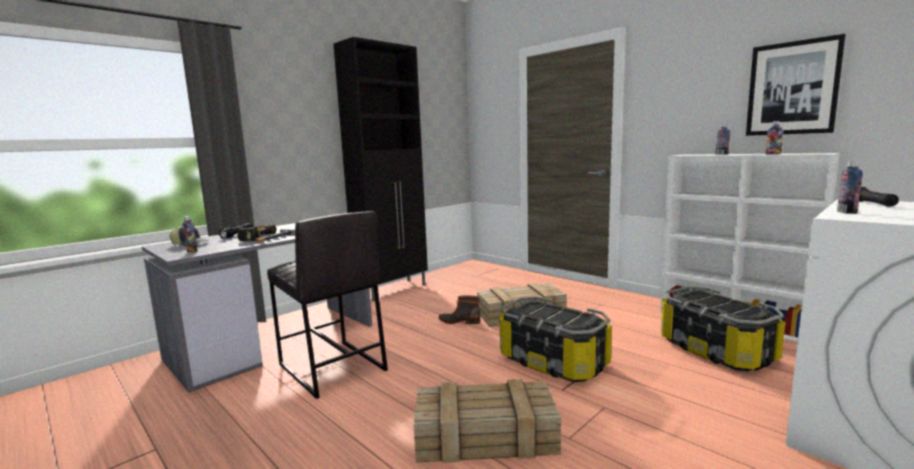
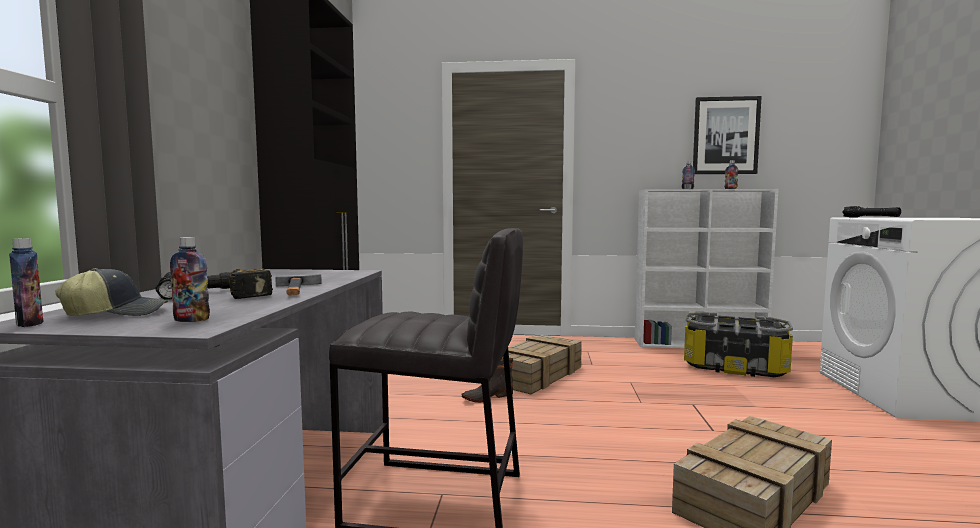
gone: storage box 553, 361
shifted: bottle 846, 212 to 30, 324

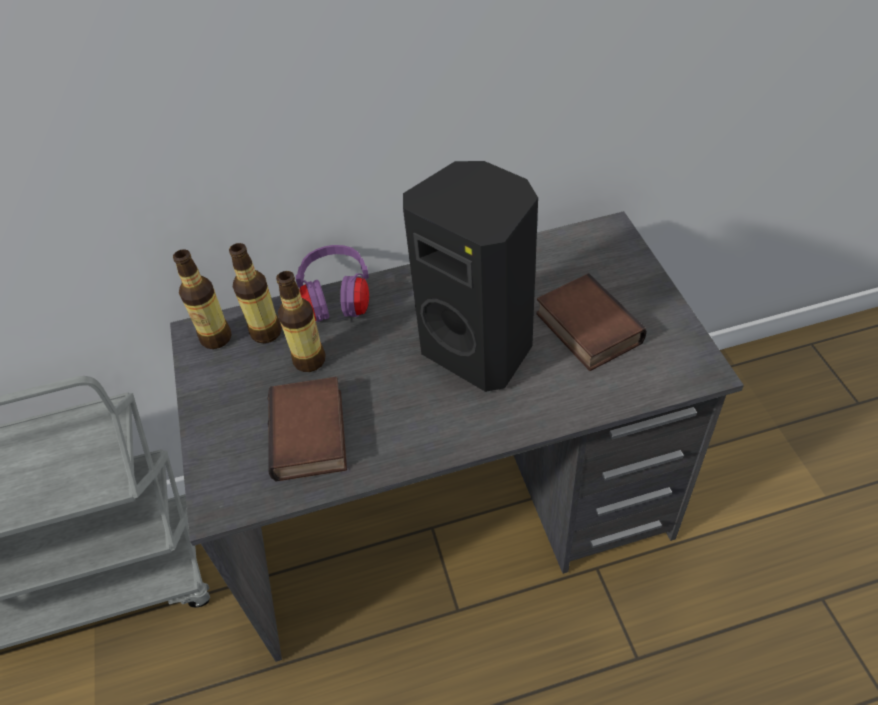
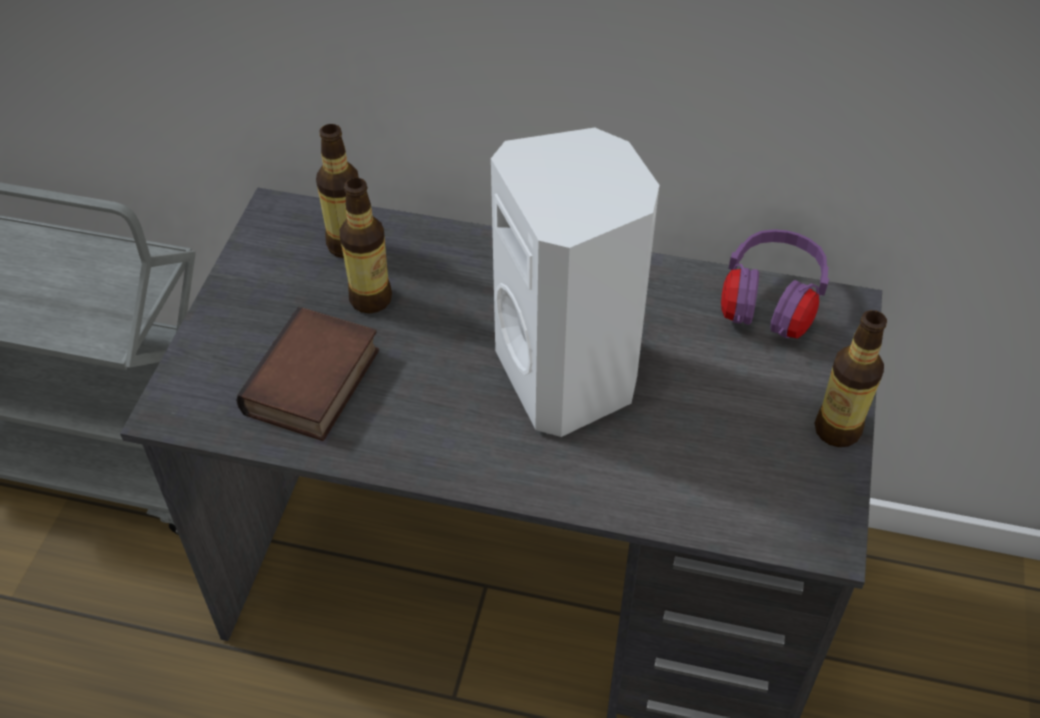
gone: book 585, 328
shifted: bottle 216, 338 to 837, 430; headphones (purplish) 337, 300 to 770, 305
repainted: audio speaker (black) 480, 348 to audio speaker (white) 570, 376

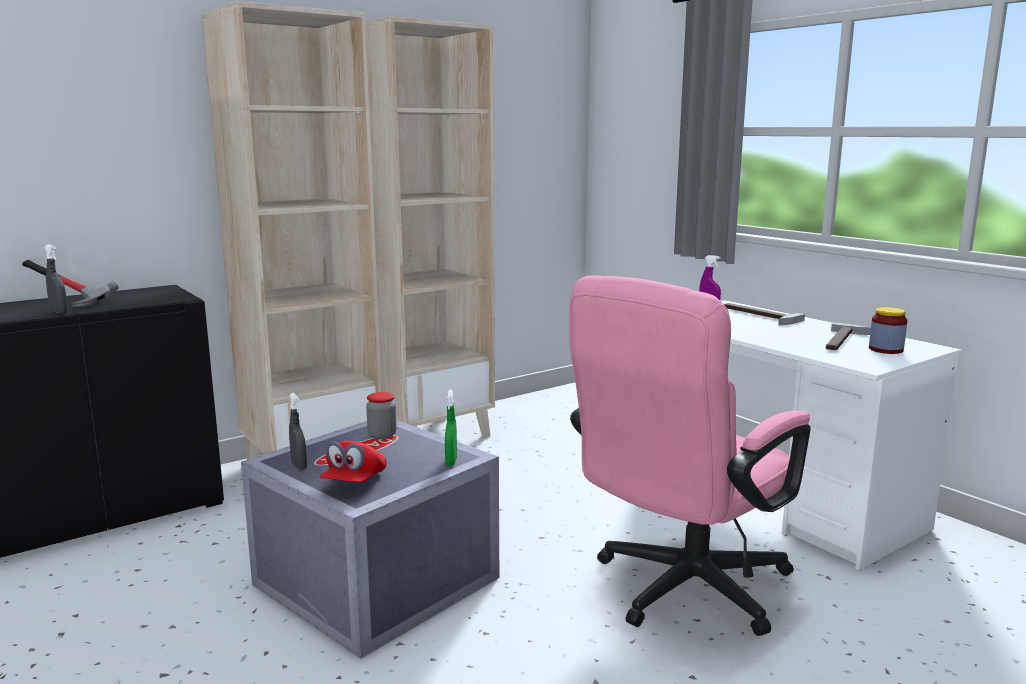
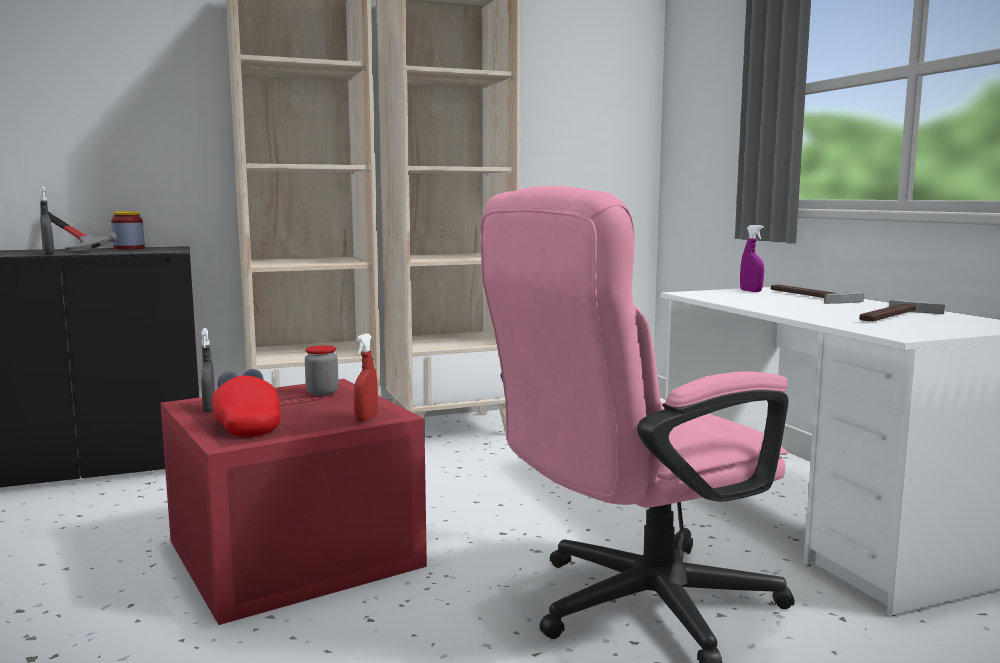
shifted: jar 885, 349 to 129, 248
repainted: storage box (greyish) 376, 583 to storage box (red-coloured) 292, 555; spray bottle (green-coloured) 451, 462 to spray bottle (red-coloured) 366, 418
rotated: baseball cap (red-coloured) 354, 482 = 246, 426 120 degrees clockwise

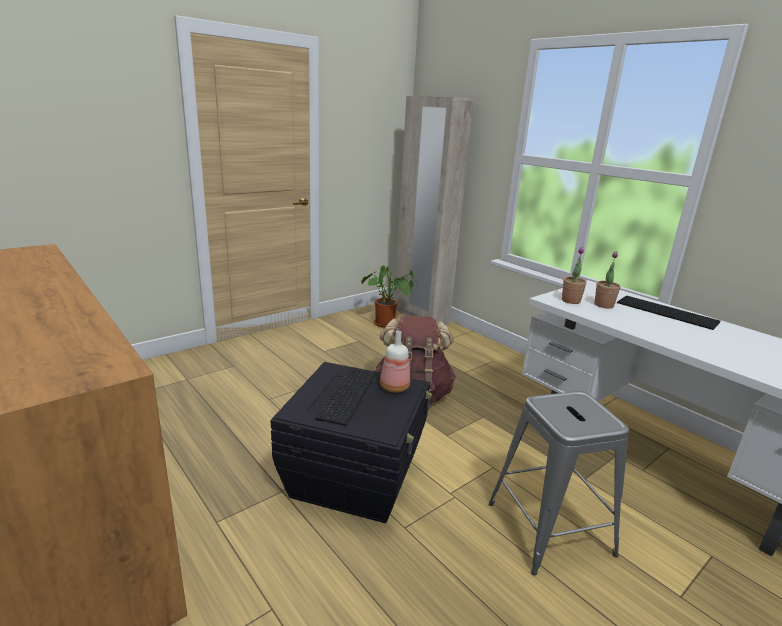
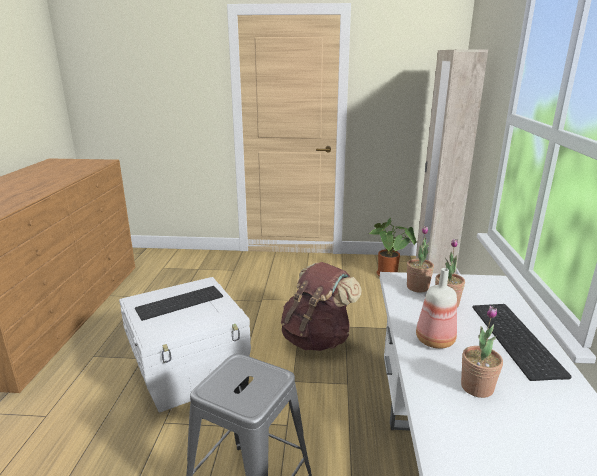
new: houseplant 477, 387
shifted: bottle 393, 388 to 433, 340
repainted: storage box (black) 355, 476 to storage box (white) 190, 373

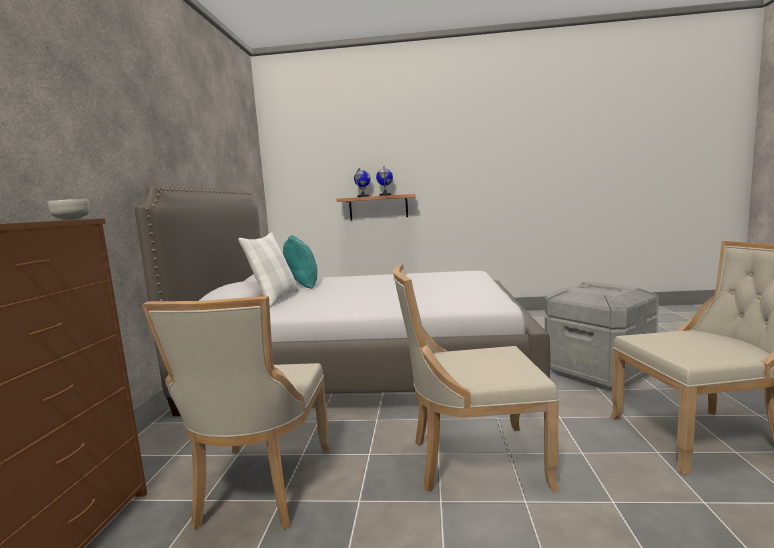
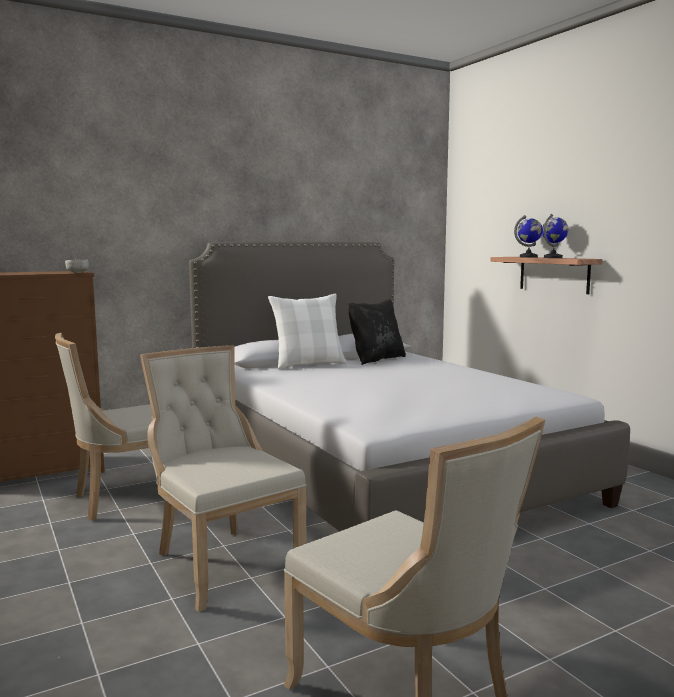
gone: storage box (greyish) 599, 372
repainted: throw pillow (blue-green) 302, 285 to throw pillow (black) 376, 359

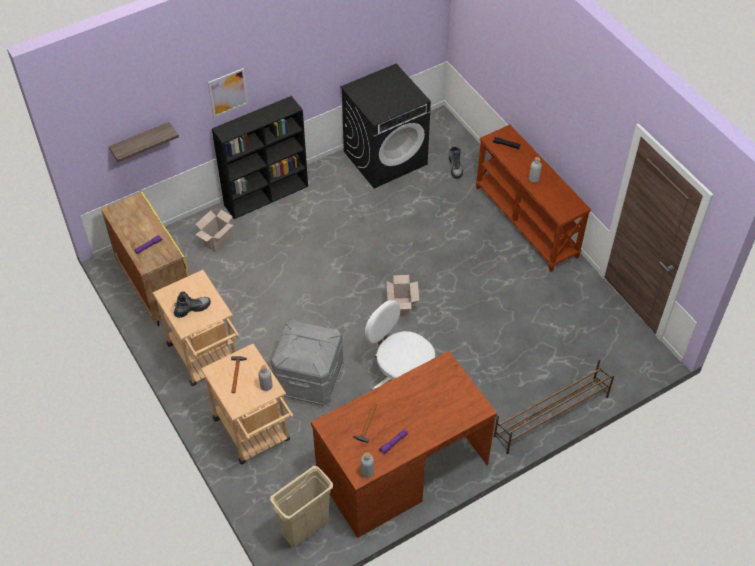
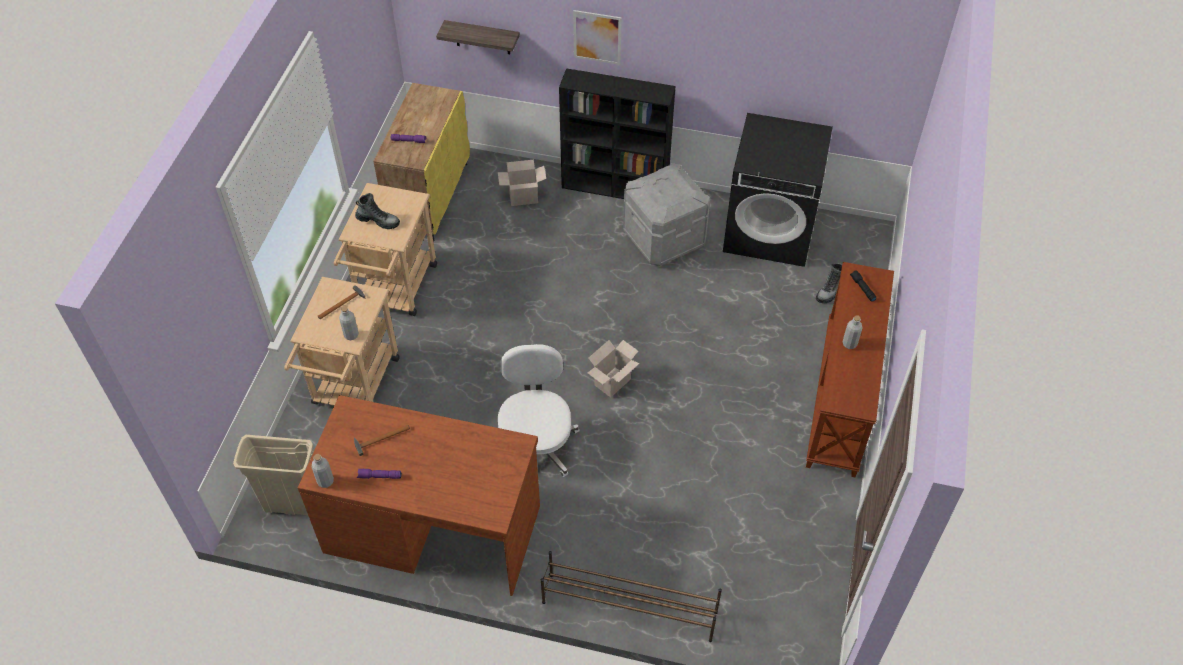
shifted: storage box (greyish) 309, 380 to 663, 238

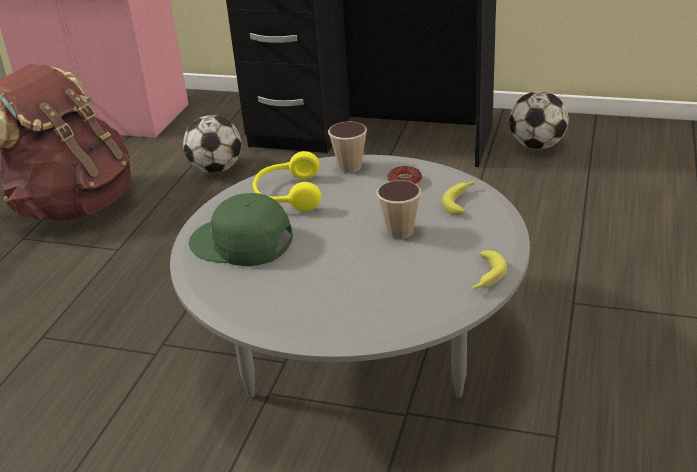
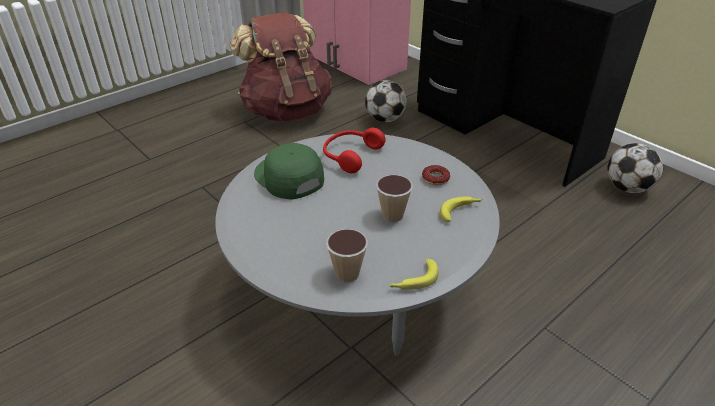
shifted: small cup 350, 167 to 347, 274
repainted: headphones (yellowish) 287, 195 to headphones (red-coloured) 350, 155

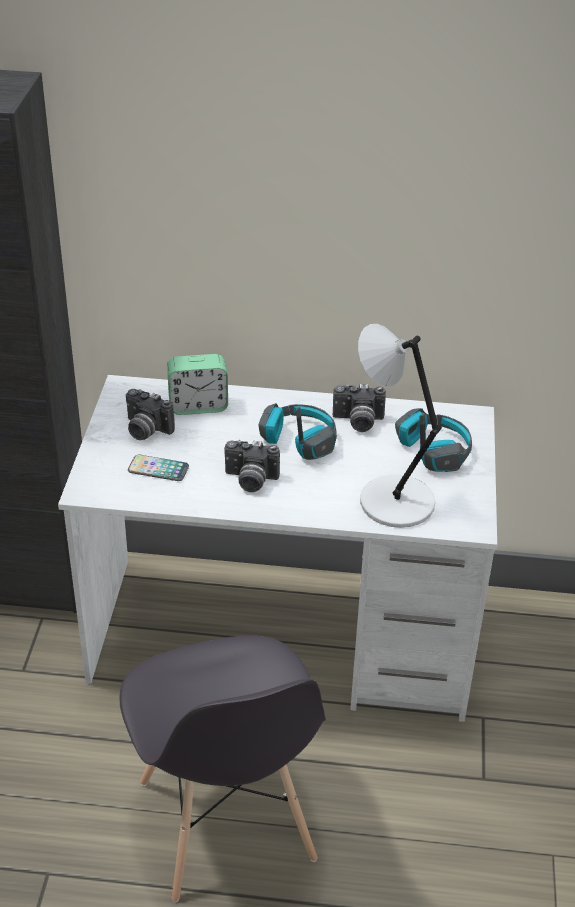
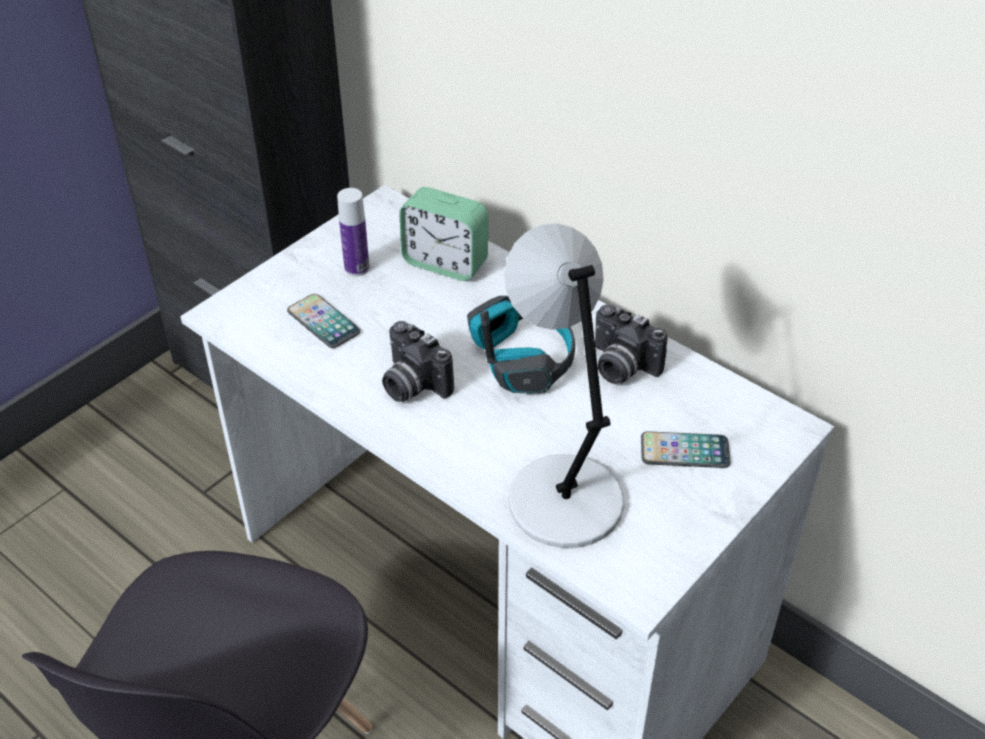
swapped: still camera 145, 430 to bottle 357, 268; headphones 433, 450 to telephone 684, 451

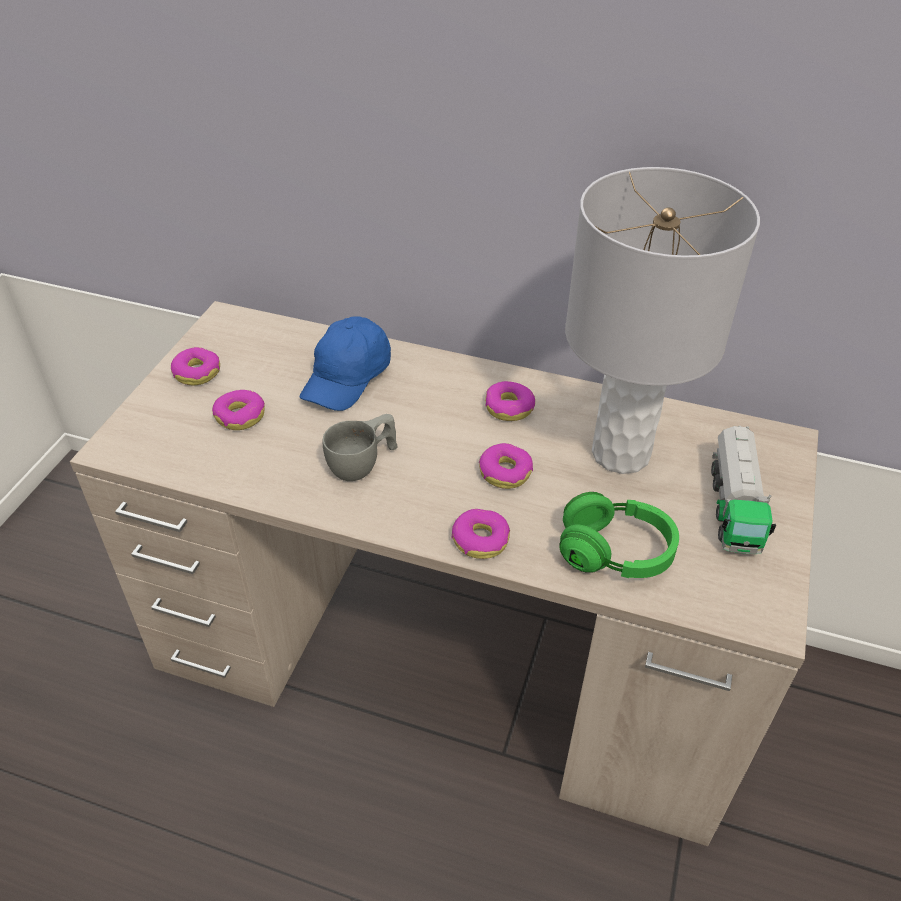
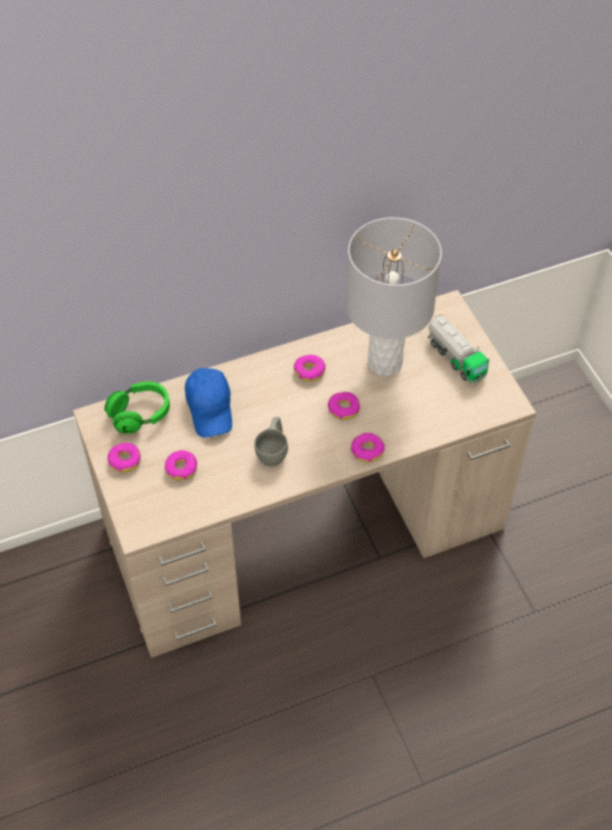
shifted: headphones (green-coloured) 615, 553 to 140, 414

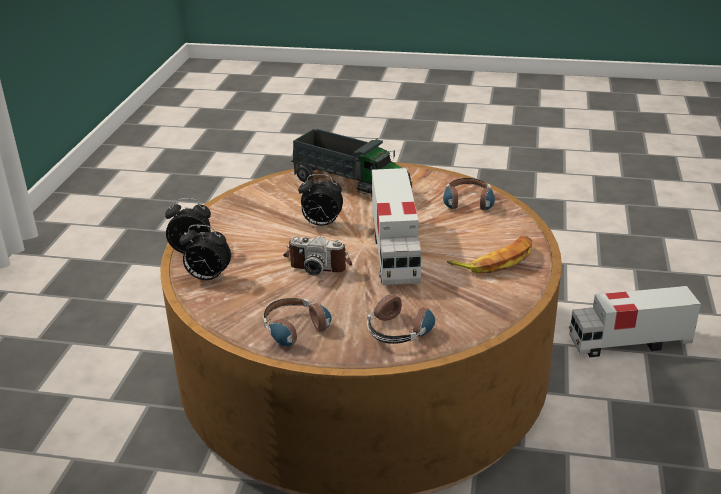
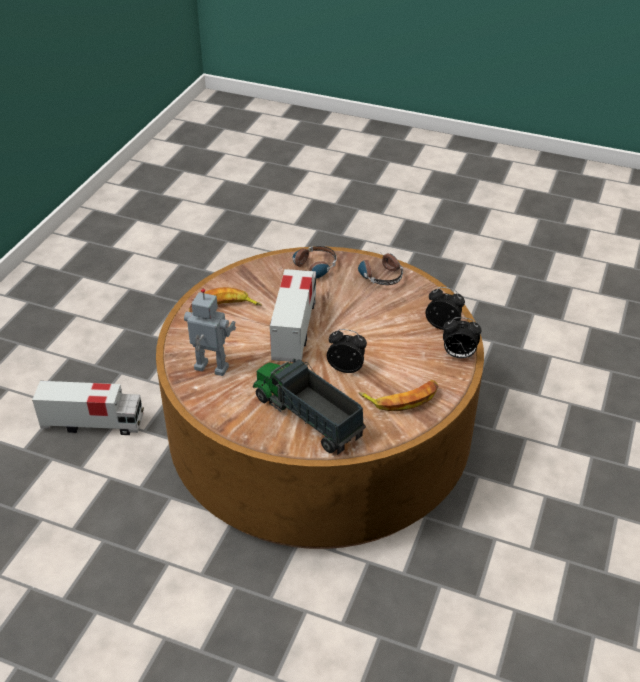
gone: still camera 319, 262
new: banana fruit 402, 398
swapped: headphones 468, 206 to model robot 210, 369

